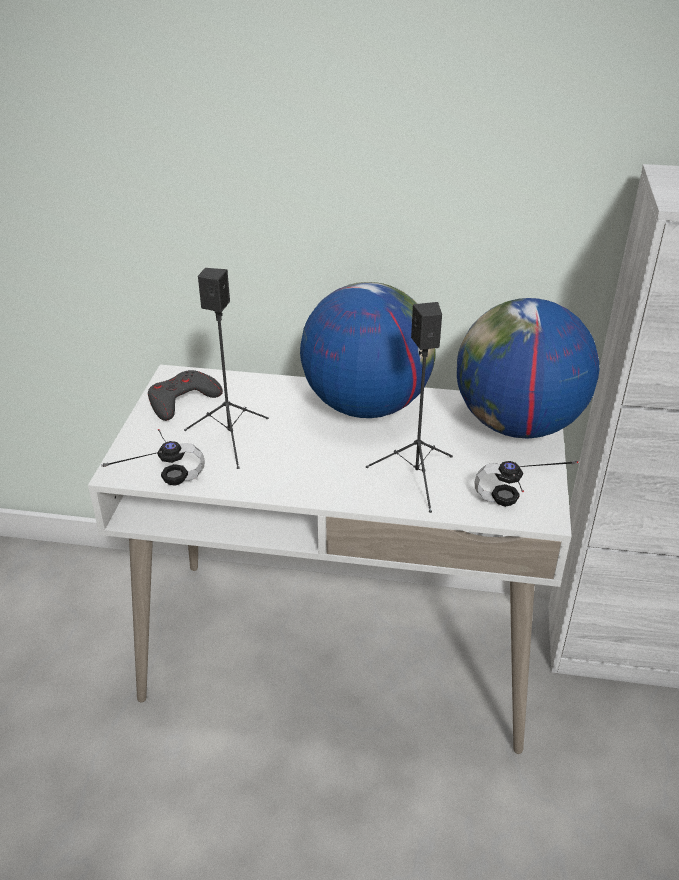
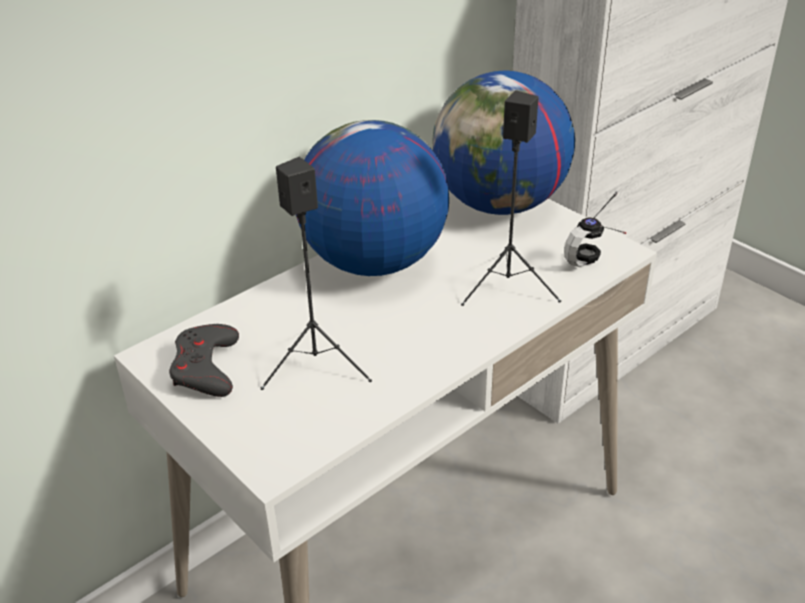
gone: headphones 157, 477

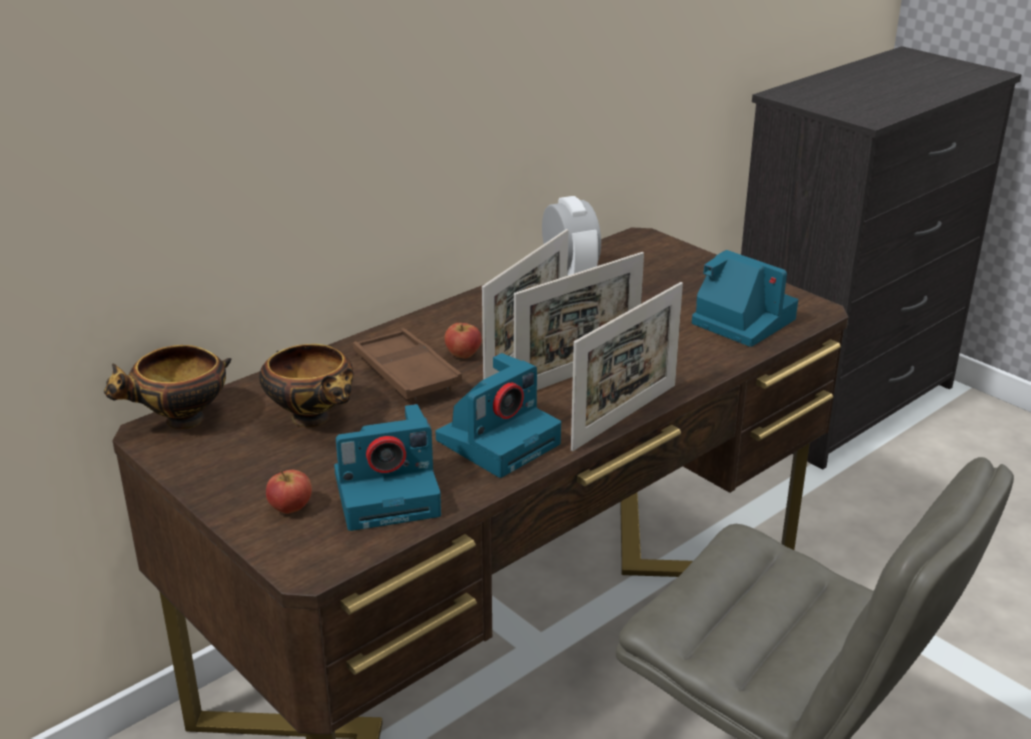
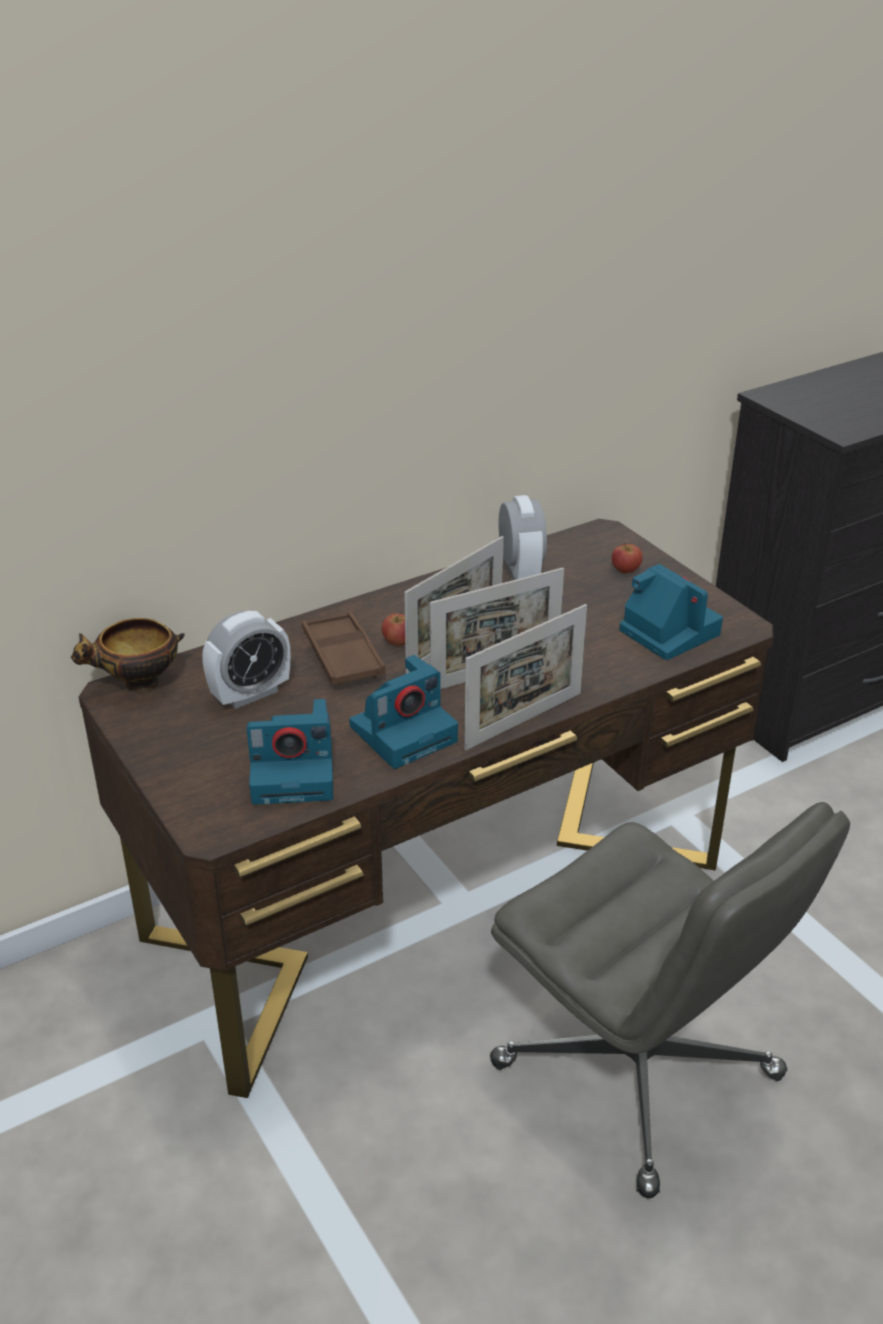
shifted: apple 291, 508 to 625, 571
swapped: bowl 314, 419 to table clock 250, 694

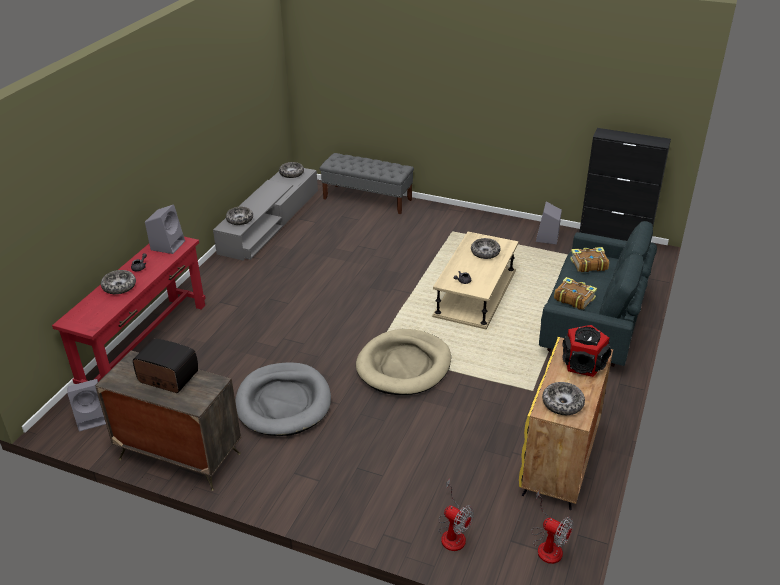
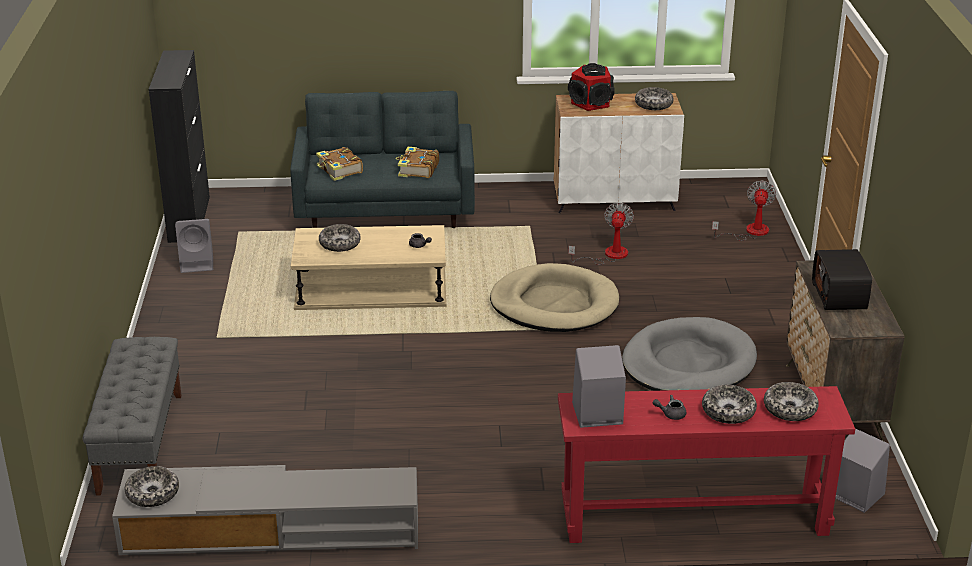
shifted: bowl 240, 219 to 790, 408; cooling fan 548, 545 to 608, 255
repainted: cabinet (yellowish) 560, 460 to cabinet (white) 615, 200

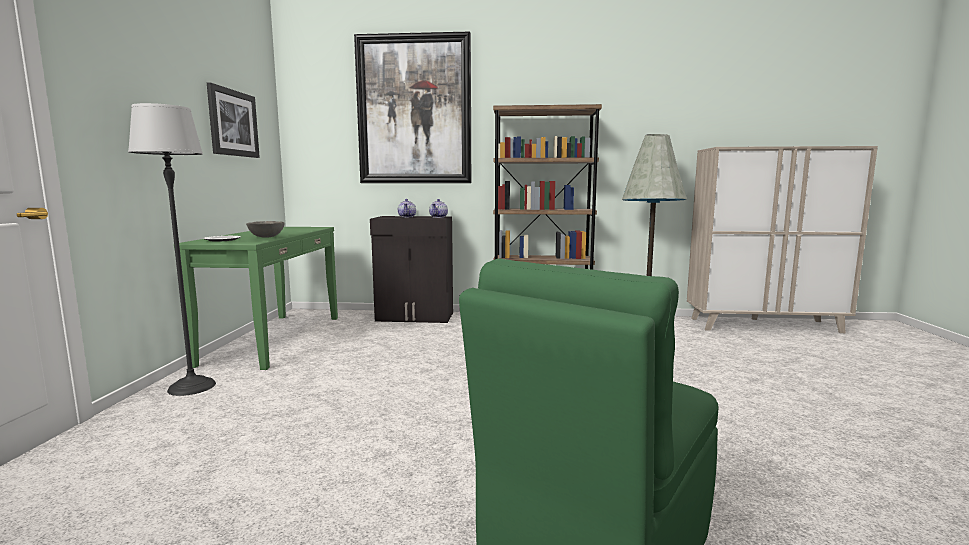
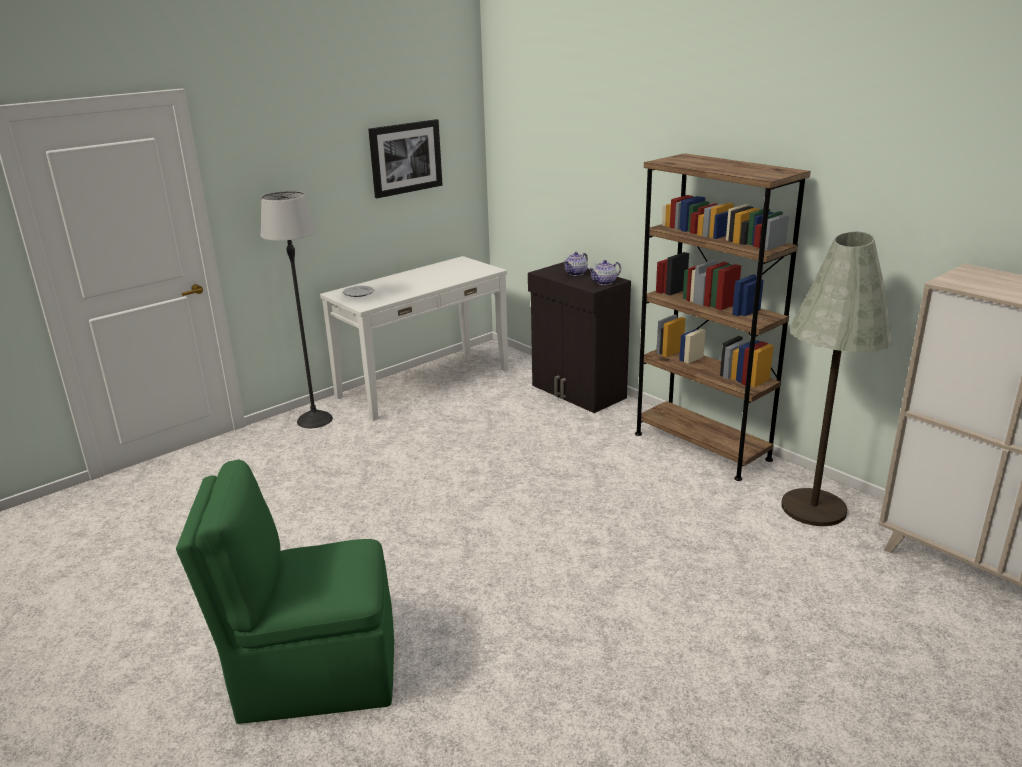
gone: bowl (greyish) 266, 237; picture 414, 110
repainted: narrow table (green-coloured) 274, 339 to narrow table (white) 423, 382

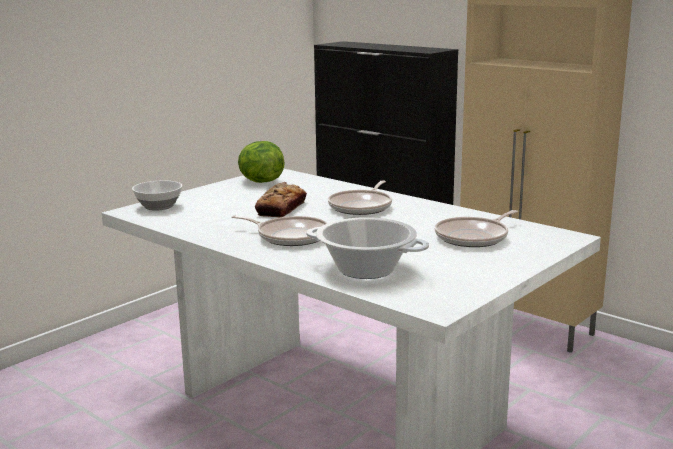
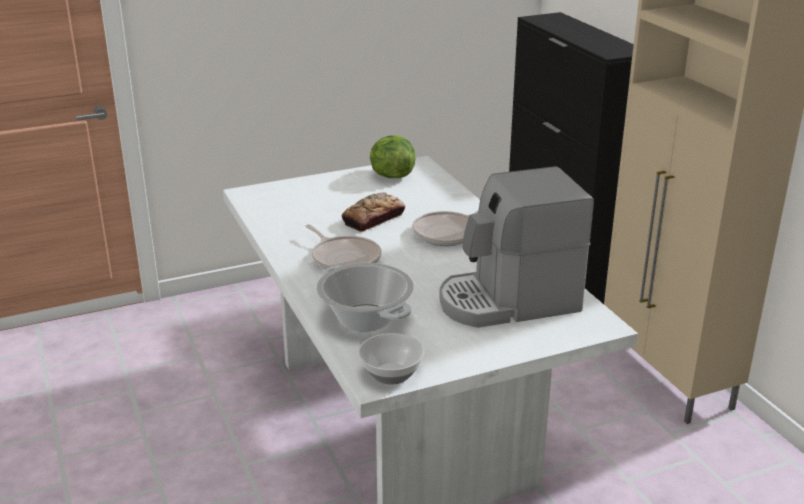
shifted: bowl 158, 207 to 390, 374
swapped: skillet 474, 237 to coffee brewer 508, 301

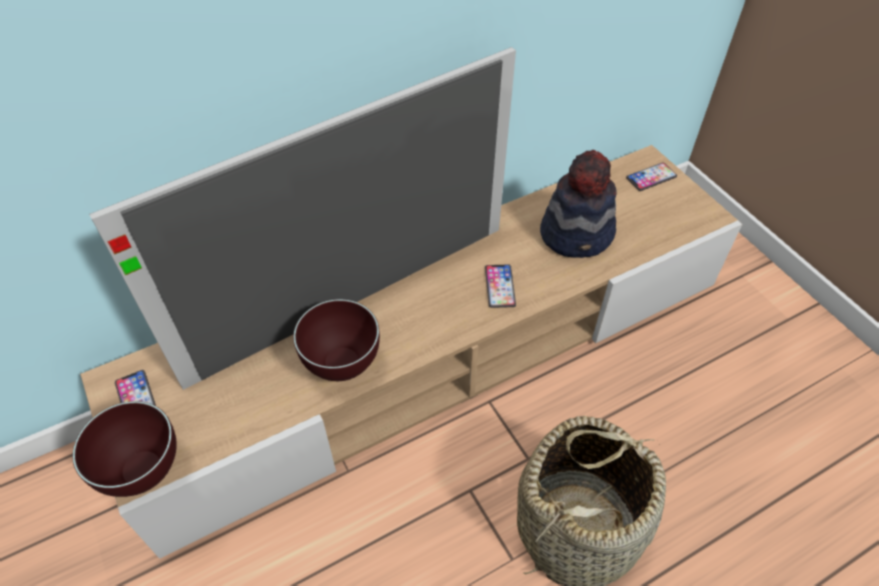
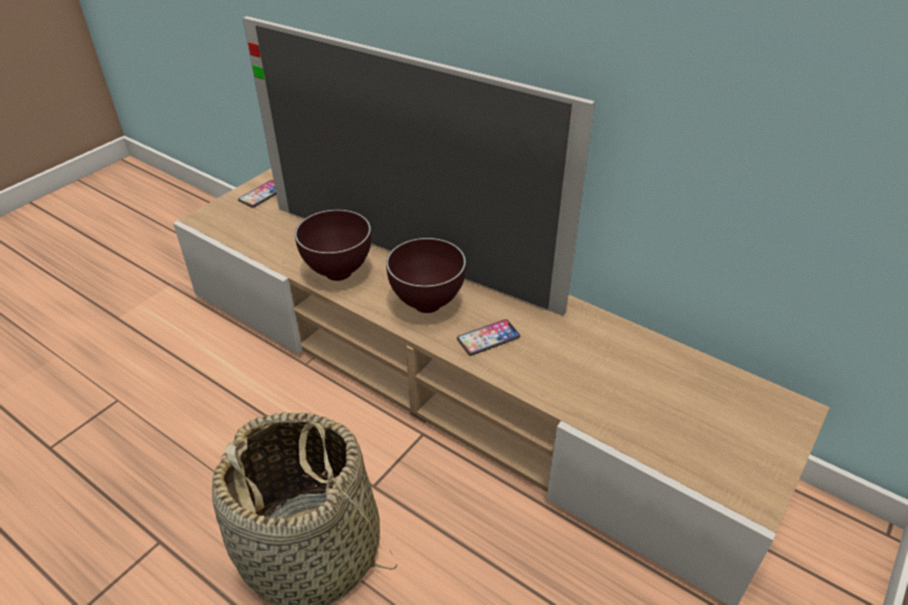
gone: clothing hat 577, 233; telephone 651, 177
shifted: bowl (brown) 146, 471 to 429, 305

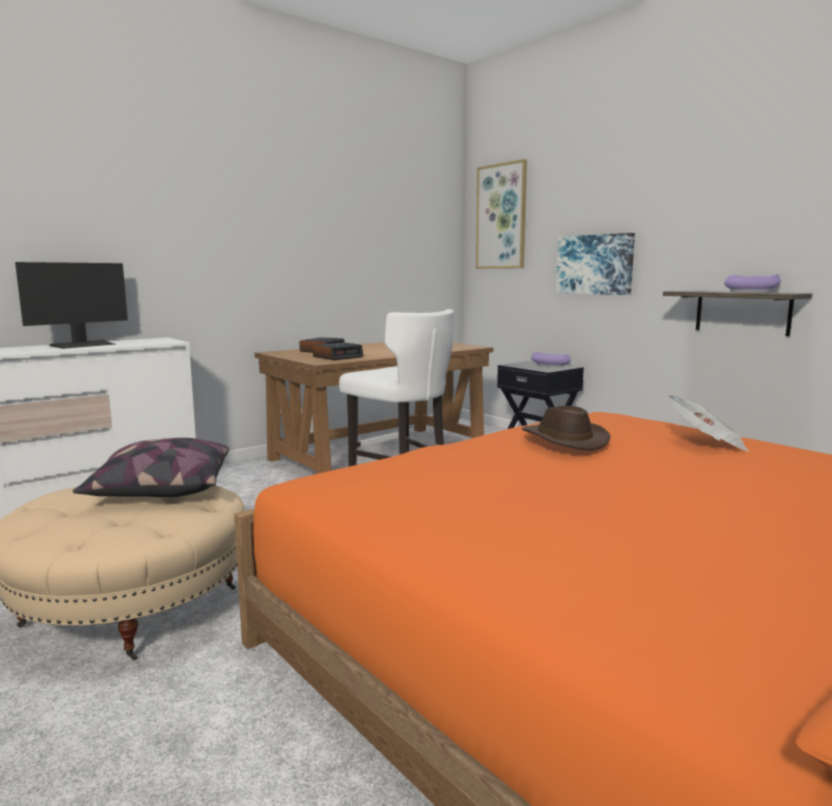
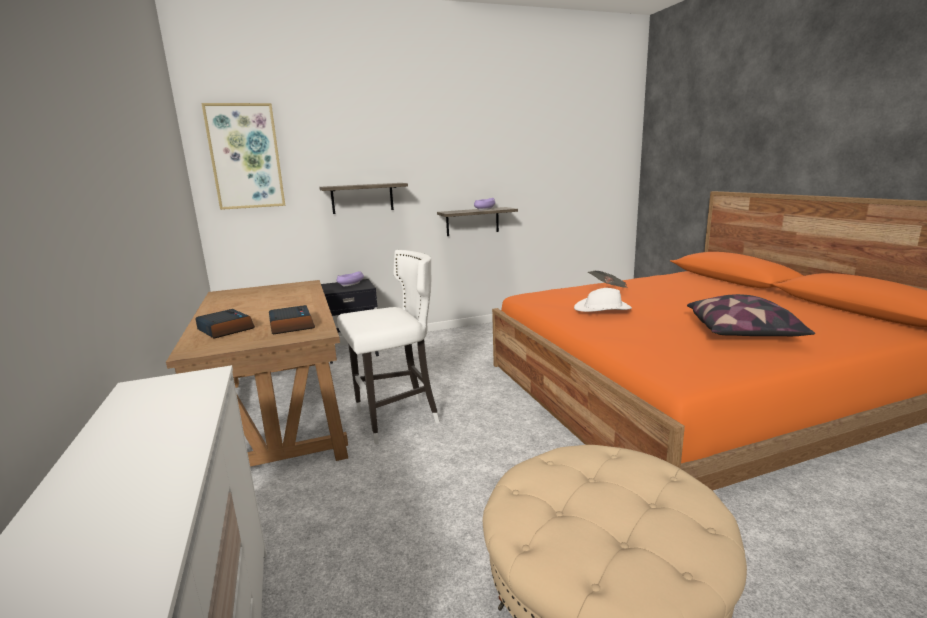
gone: computer display 83, 345
shifted: throw pillow 160, 491 to 743, 334
swapped: picture 595, 264 to wall shelf 362, 198
repainted: clothing hat (brown) 562, 439 to clothing hat (white) 603, 309

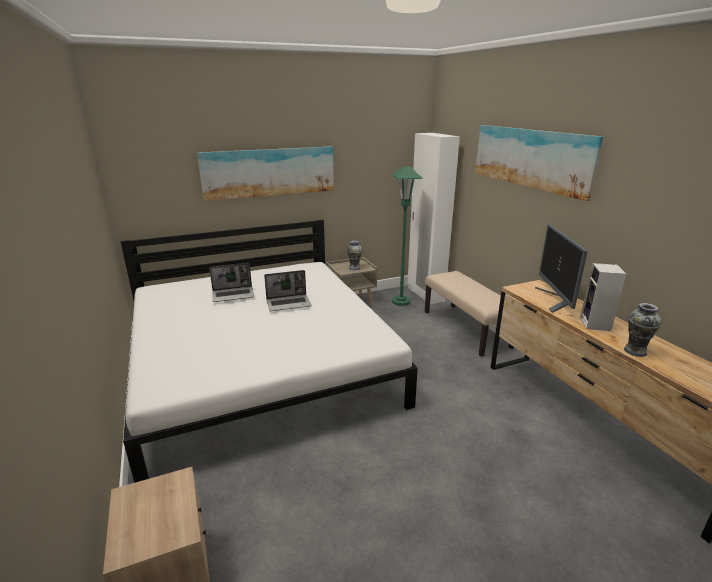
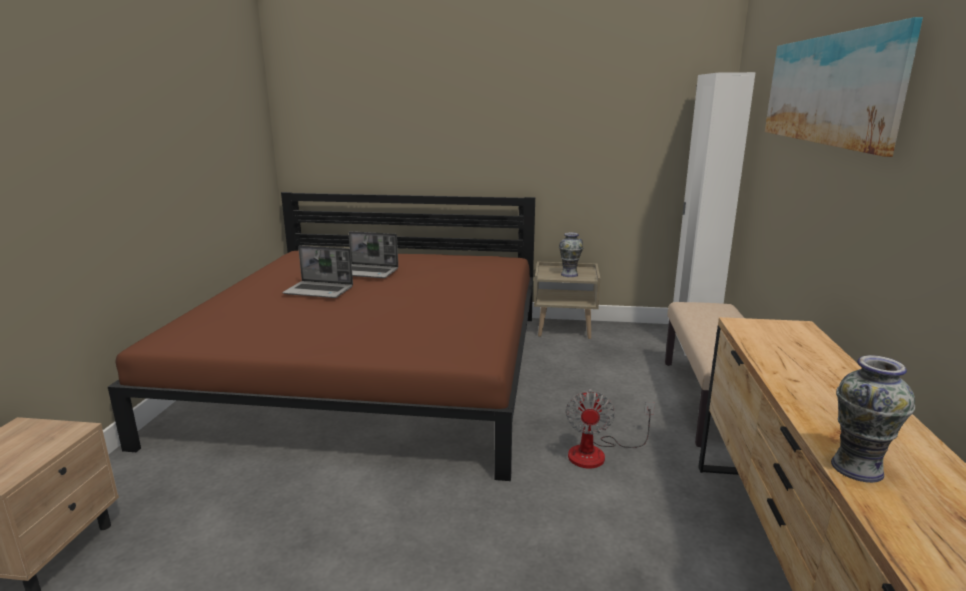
gone: picture 269, 172; floor lamp (green-coloured) 401, 302; computer display 556, 301; audio speaker 596, 324
new: cooling fan 597, 453
shifted: laptop 289, 303 to 319, 291
repainted: bed (white) 260, 365 to bed (brown) 373, 370

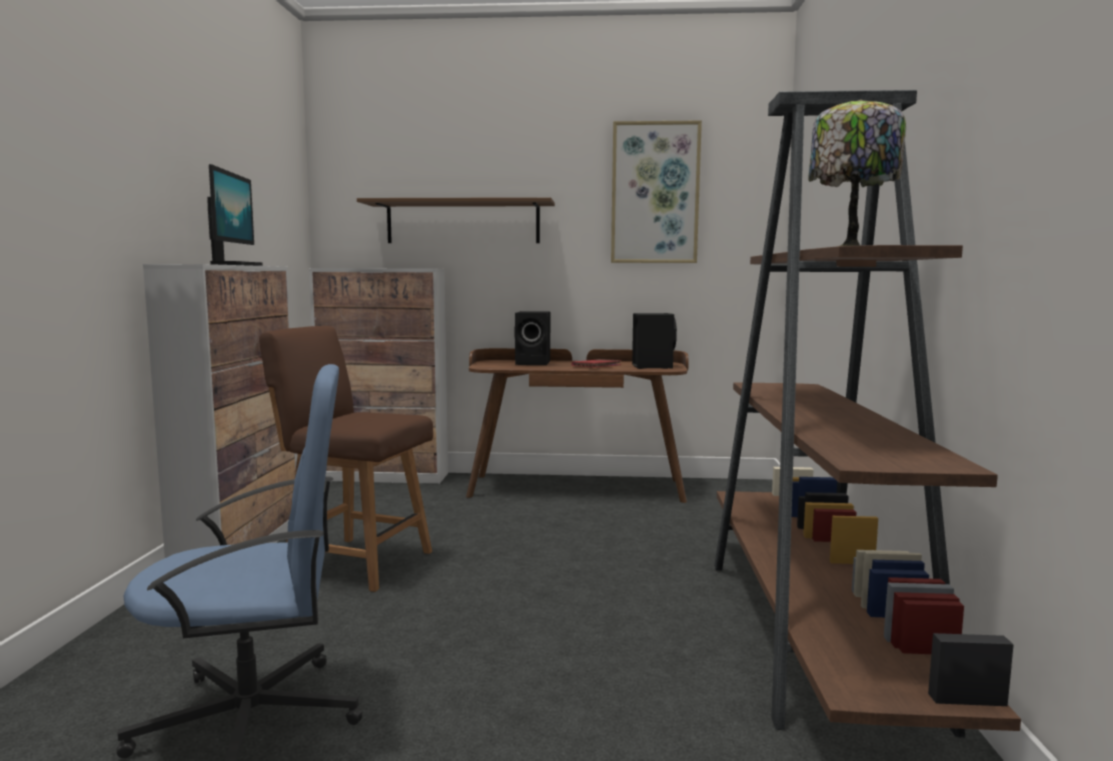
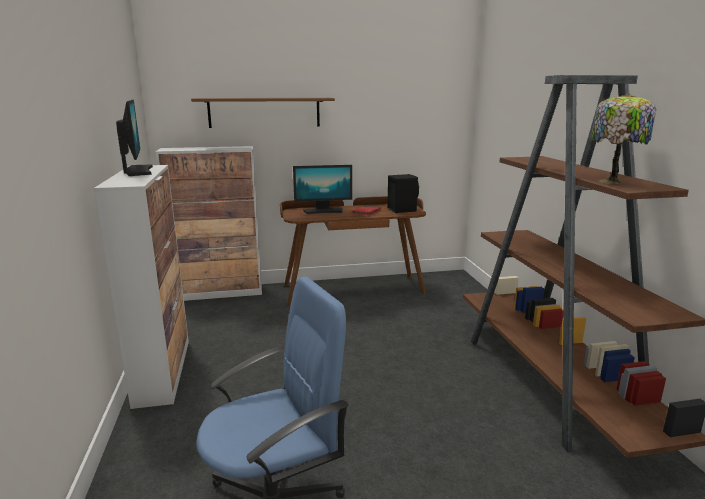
gone: upright chair (brown) 355, 562; picture 655, 193
swapped: audio speaker (black) 534, 363 to computer display 323, 211

